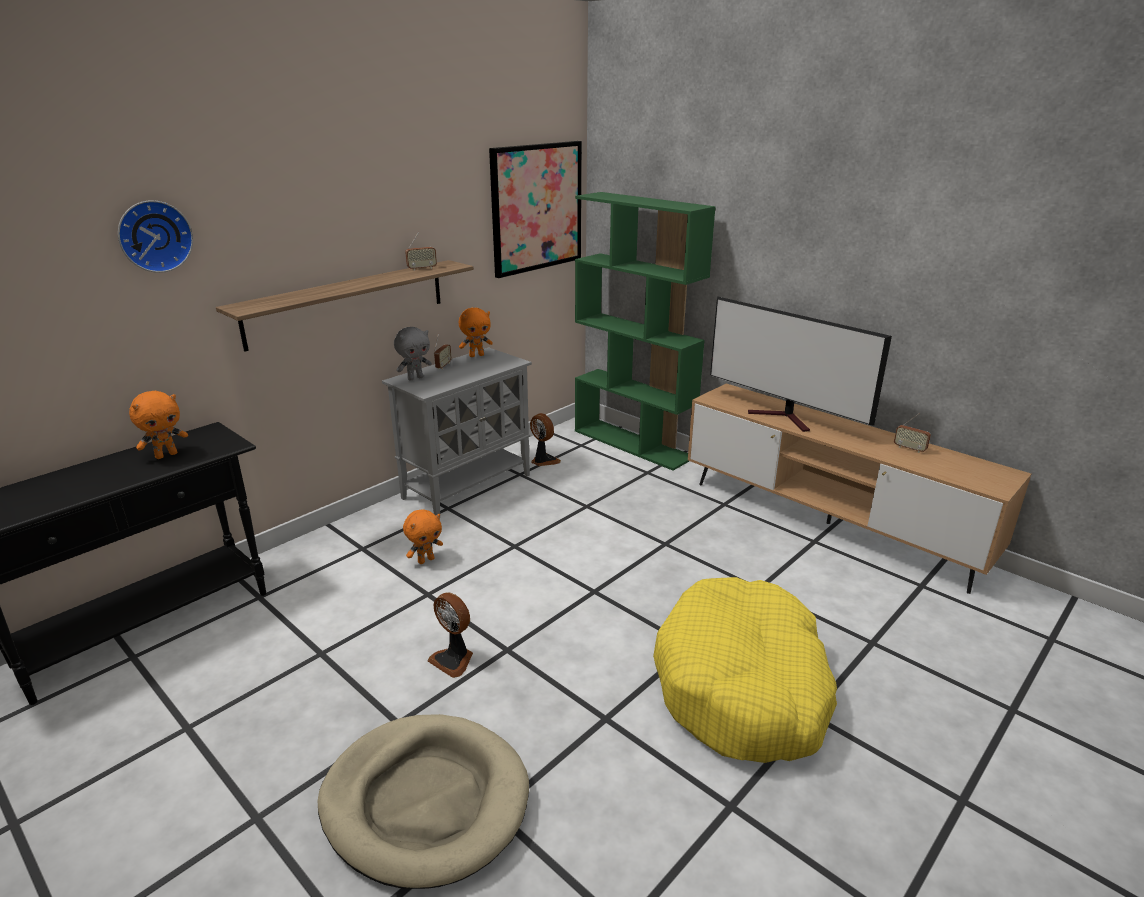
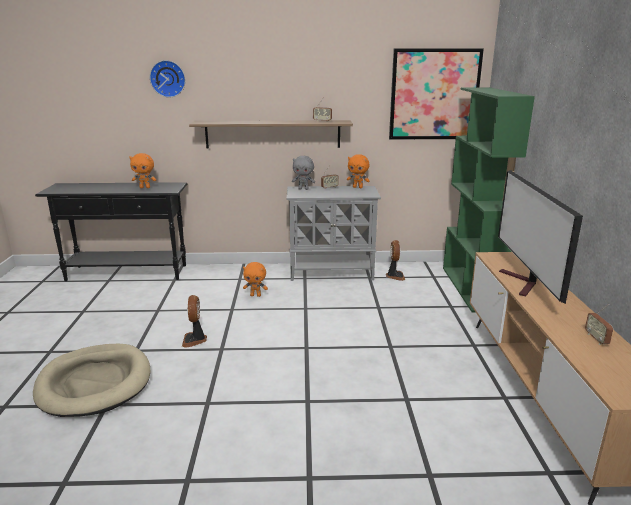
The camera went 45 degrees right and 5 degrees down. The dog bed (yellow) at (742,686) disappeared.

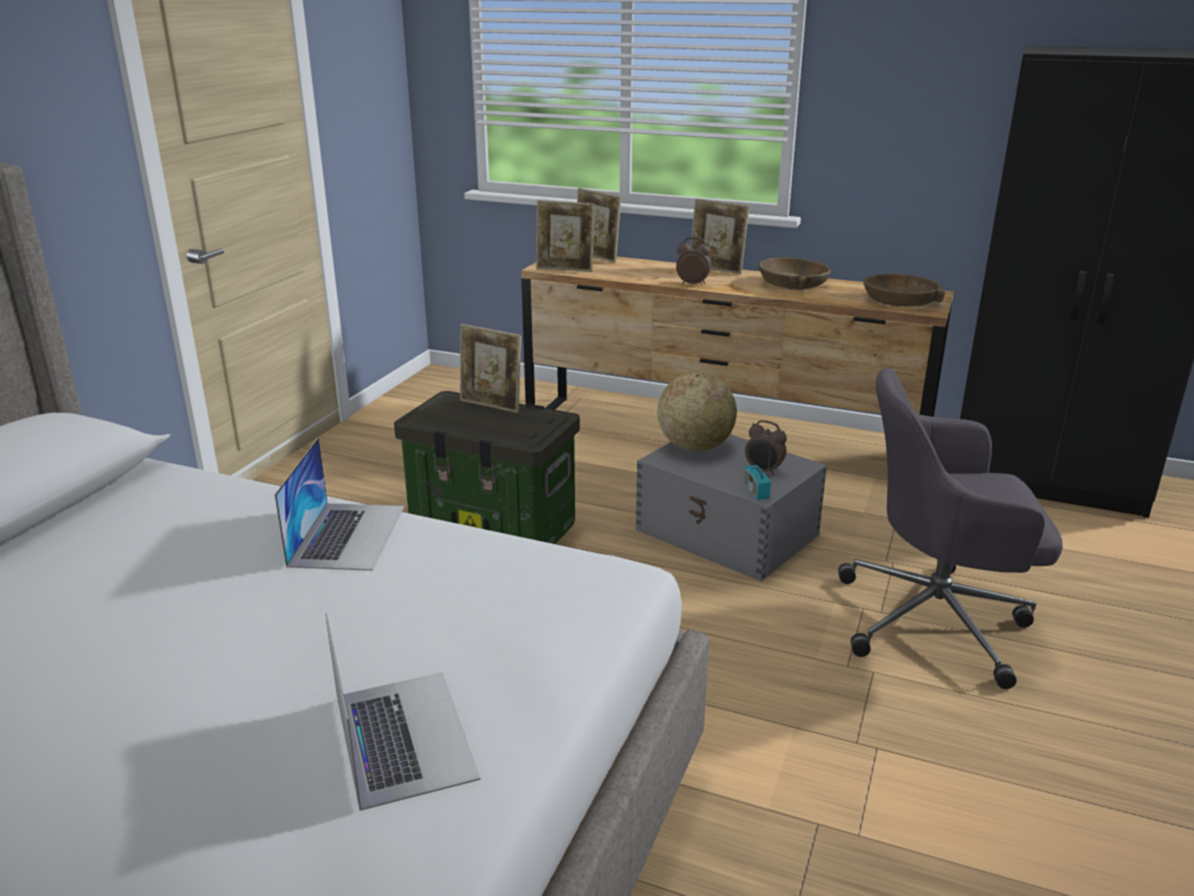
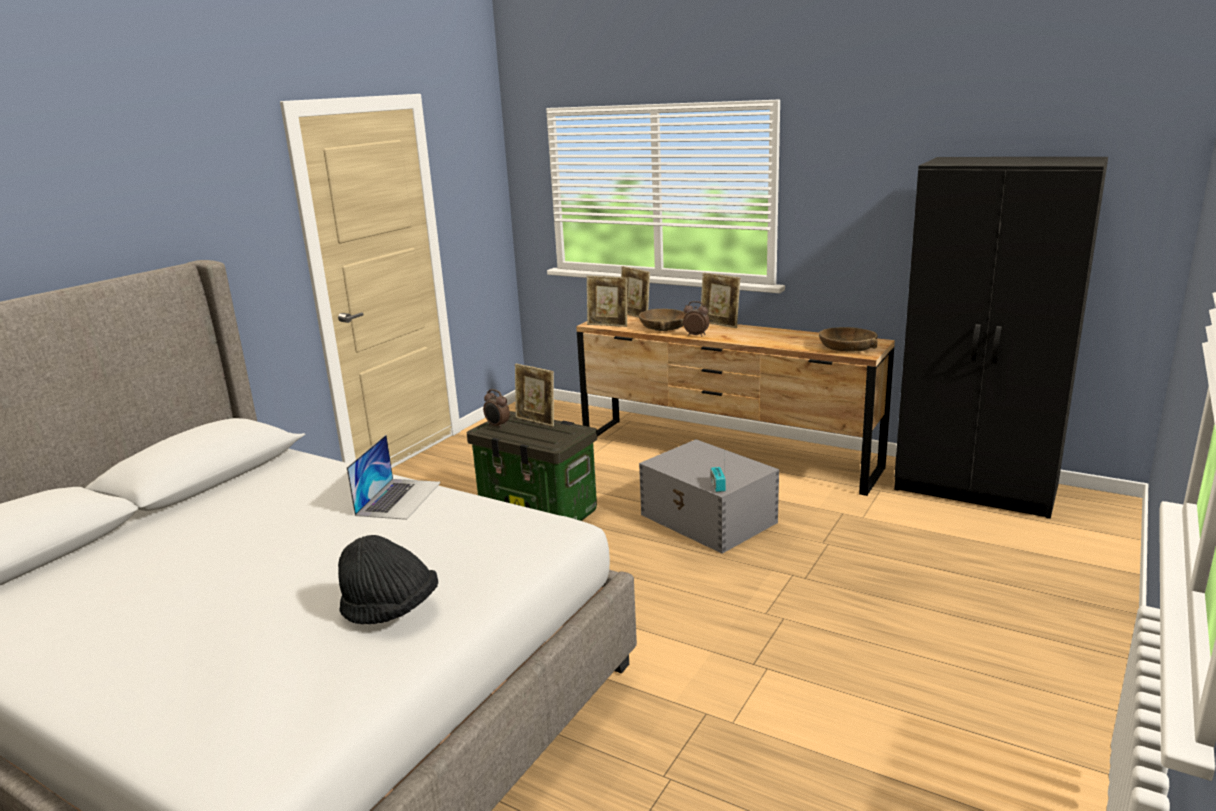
The camera went 10 degrees right and 5 degrees down. The laptop at (403,735) was replaced by the hat (black) at (391,611). The globe at (695,447) disappeared. The alarm clock moved from (763,471) to (497,426). The bowl (brown) moved from (793,284) to (664,327). The office chair (grey) at (937,621) disappeared.

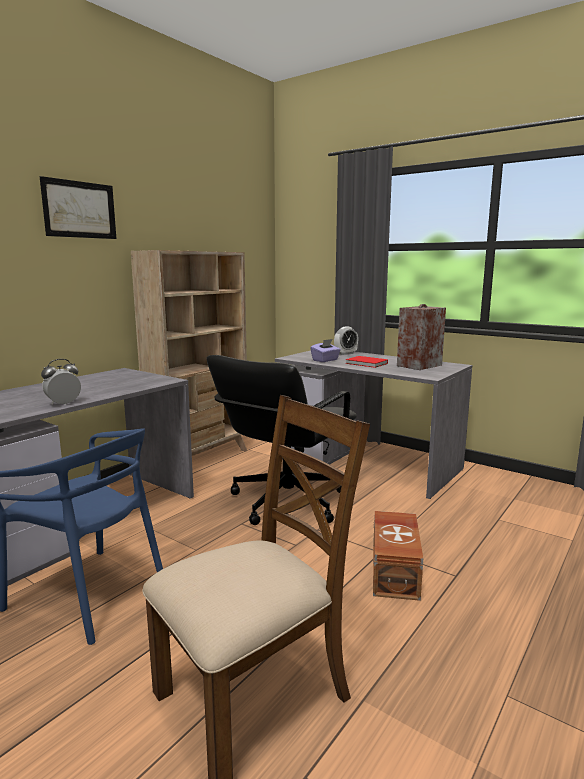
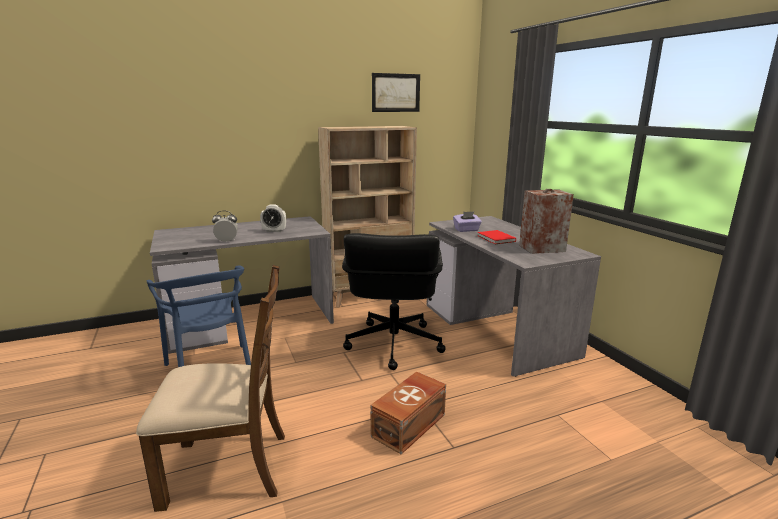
The camera went 30 degrees right and 5 degrees up. The picture moved from (80,209) to (396,93). The office chair (black) at (286,501) turned 60 degrees counterclockwise. The alarm clock moved from (345,353) to (274,231).

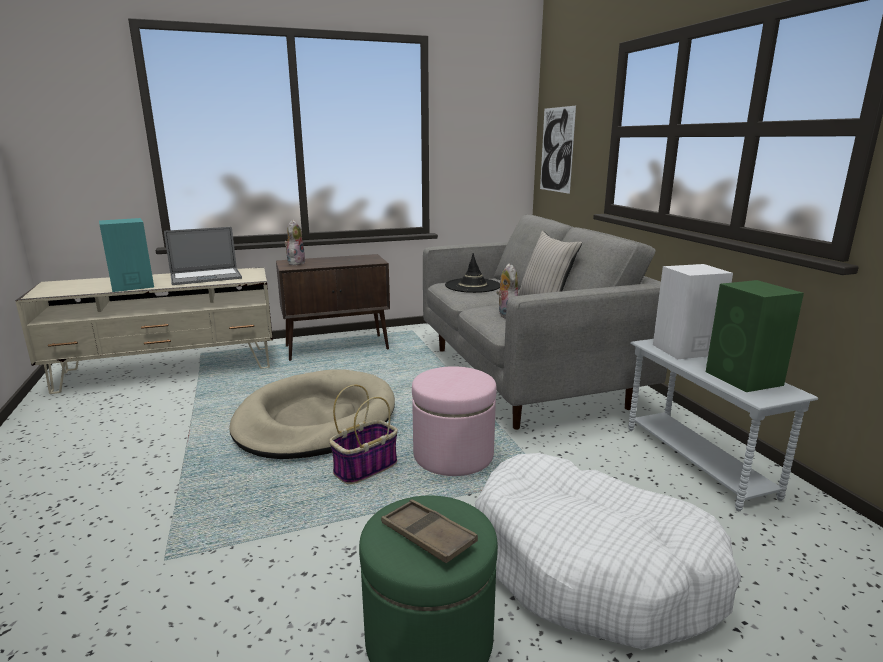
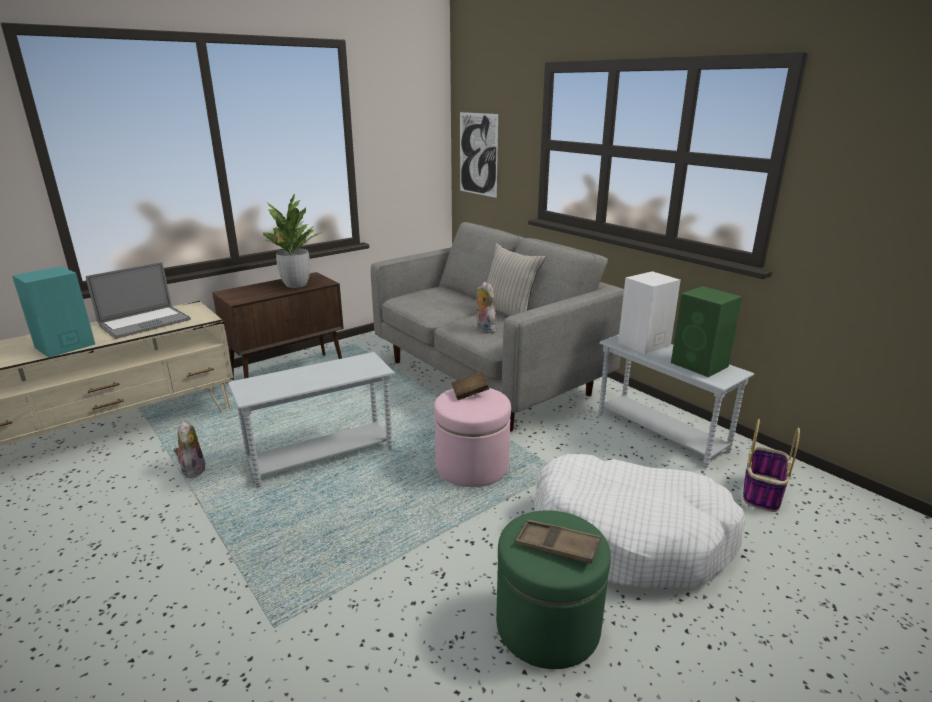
The camera went 20 degrees left and 5 degrees up. The dog bed (beige) at (316,420) was replaced by the side table (white) at (322,457). The plush toy moved from (295,263) to (192,470). The basket moved from (366,467) to (762,492). The hat (black) at (473,286) disappeared. The potted plant at (295,285) appeared. The book (brown) at (470,394) appeared.

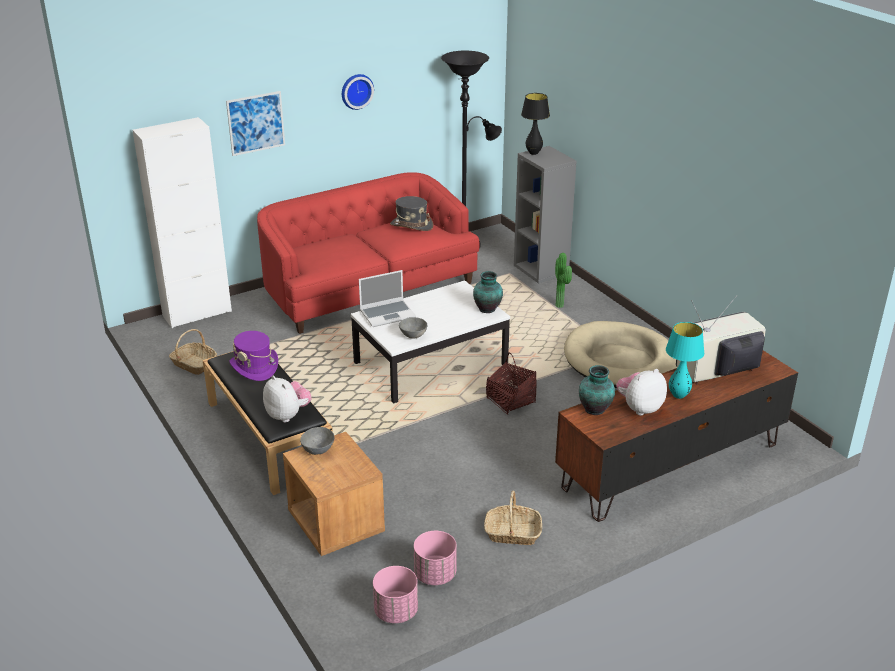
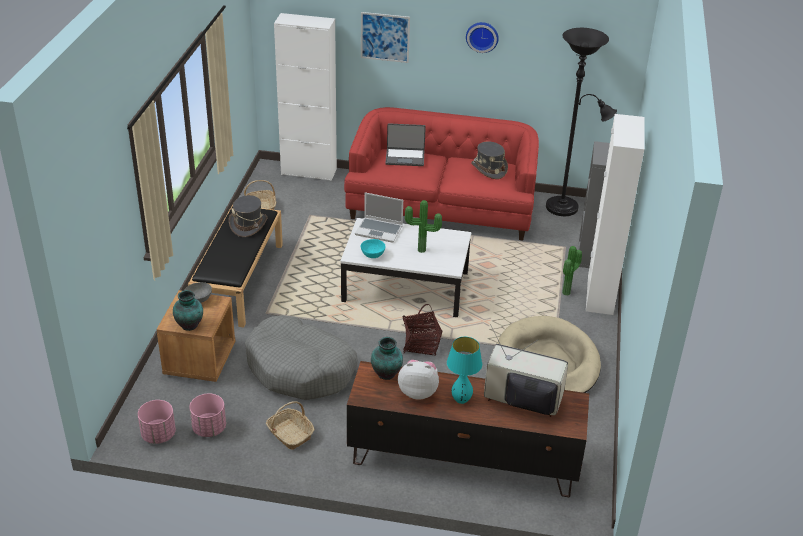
The camera went 40 degrees right and 5 degrees up. The hat (purple) at (254,367) became the hat (grey) at (248,225). The plush toy at (288,415) disappeared. The bowl (grey) at (413,336) became the bowl (turquoise) at (372,255). The vase moved from (488,309) to (190,326). The table lamp (black) at (533,153) disappeared. The dog bed (grey) at (300,369) appeared. The laptop at (405,157) appeared. The potted plant at (421,251) appeared. The cabinet (white) at (600,294) appeared.

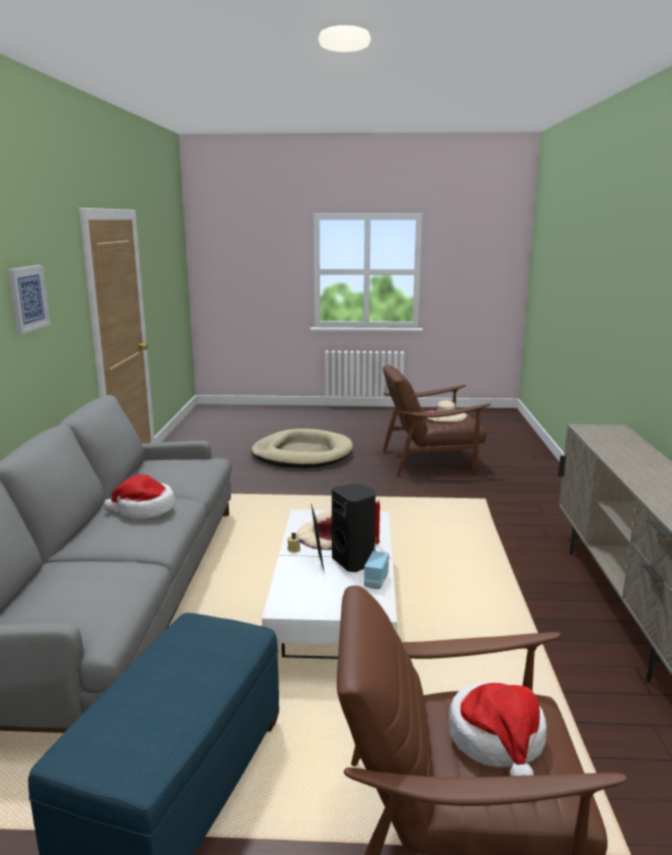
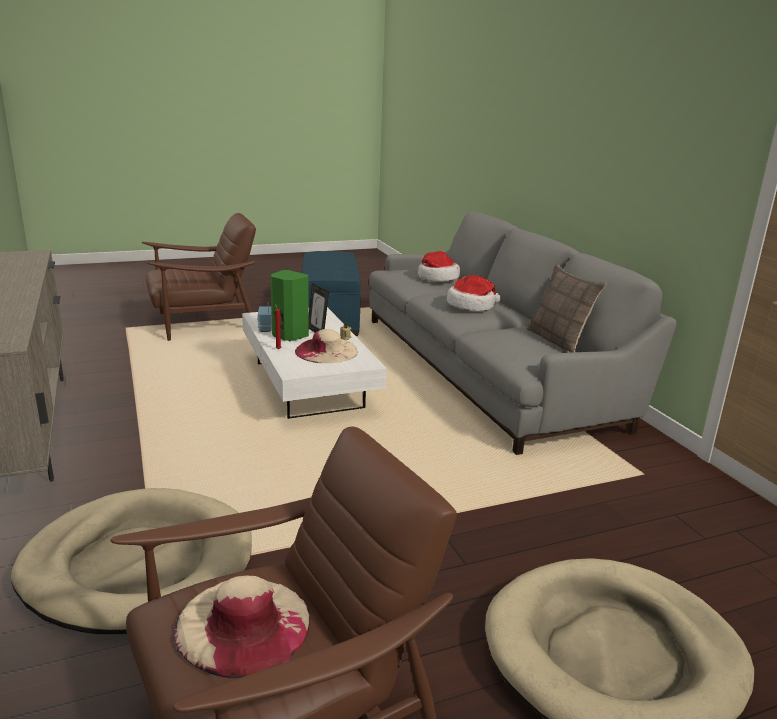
The camera went 155 degrees right and 5 degrees up. The picture at (28,298) disappeared. The speaker (black) at (354,562) became the speaker (green) at (289,336). The hat moved from (497,739) to (437,278). The dog bed (beige) at (138,565) appeared. The pillow at (559,340) appeared.

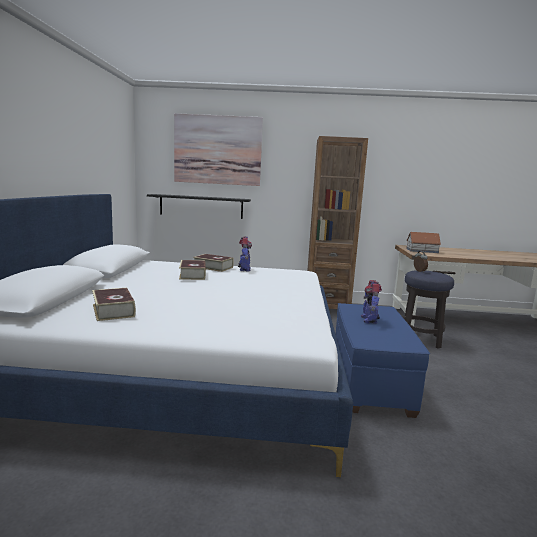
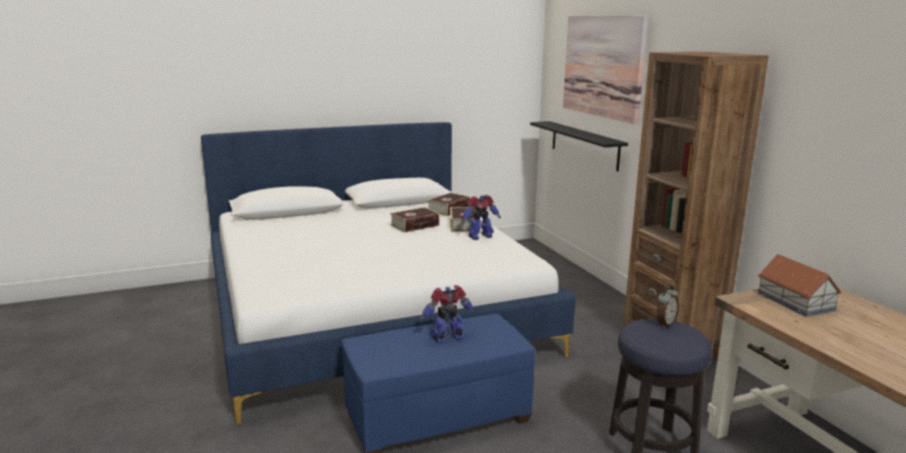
The camera went 65 degrees right and 5 degrees up. The book moved from (113,310) to (448,209).

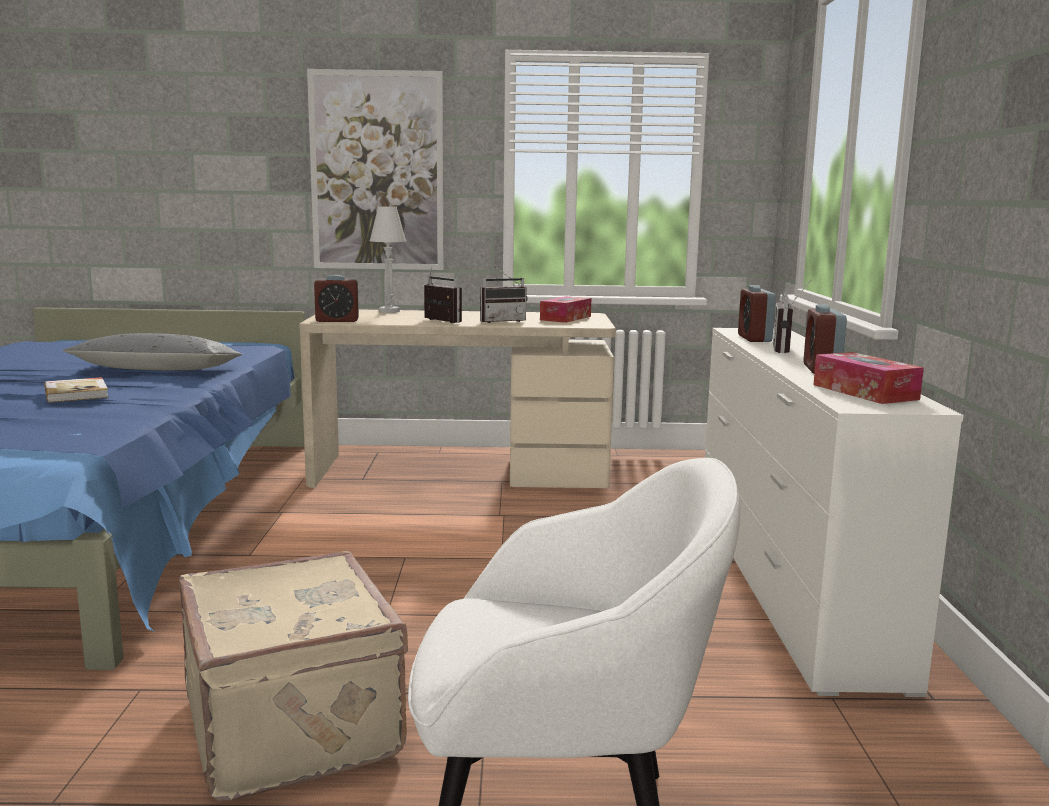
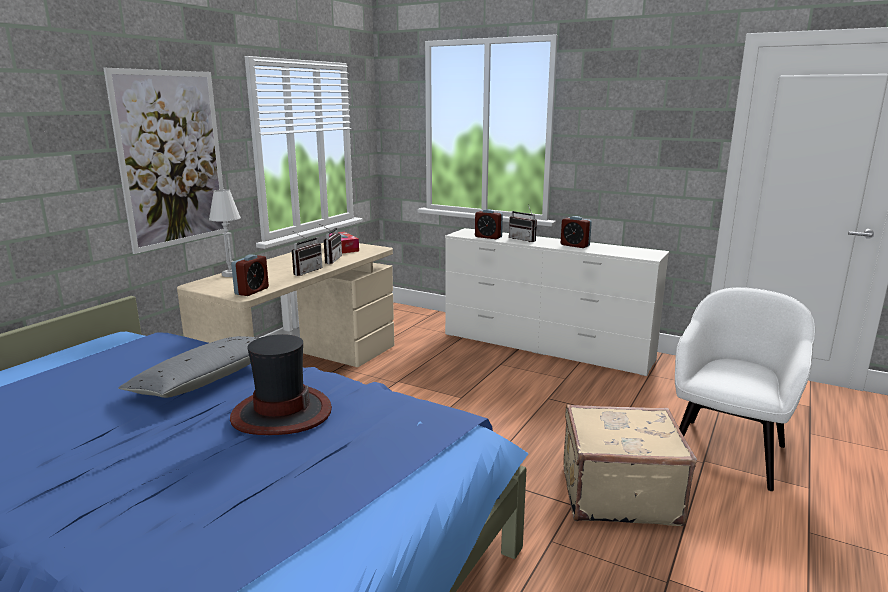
The camera went 60 degrees left and 5 degrees up. The book at (77,393) was replaced by the hat at (281,413). The radio at (437,321) turned 135 degrees clockwise. The tissue box at (864,392) disappeared.

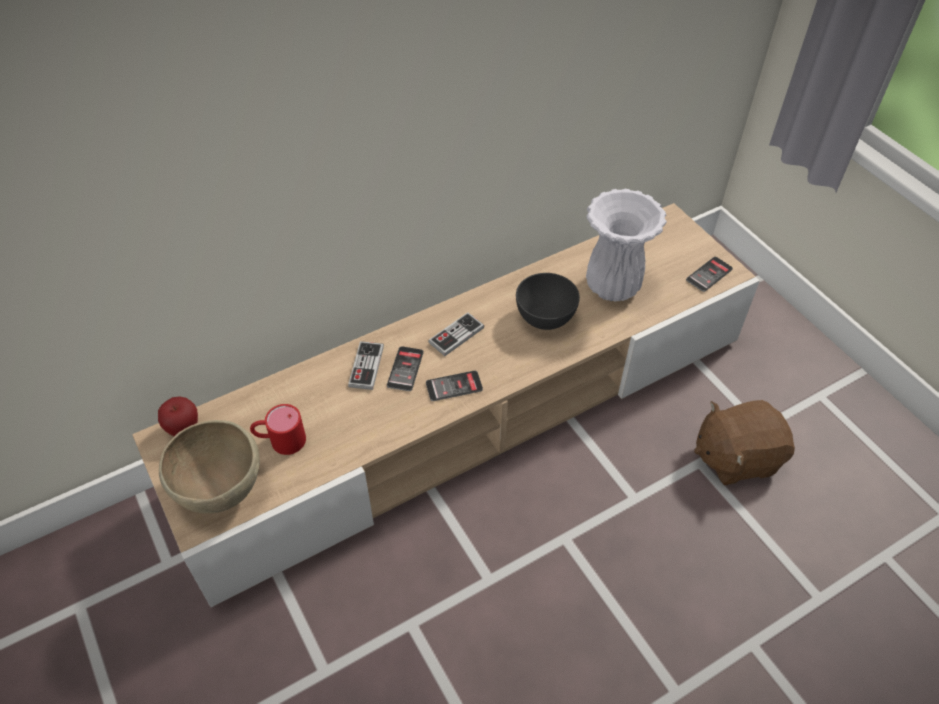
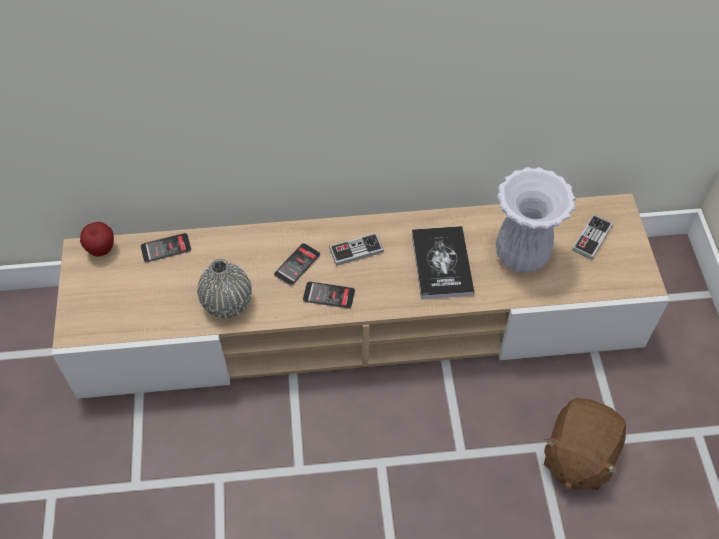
The camera went 25 degrees right and 5 degrees up. The bowl (brown) at (220,489) disappeared. The mug (red) at (280,440) disappeared. The game controller moved from (366,366) to (592,238). The bowl (grey) at (545,318) was replaced by the book at (442,263). The phone moved from (709,274) to (166,248). The plush toy (brown) at (736,457) turned 75 degrees counterclockwise. The vase (grey) at (227,303) appeared.

